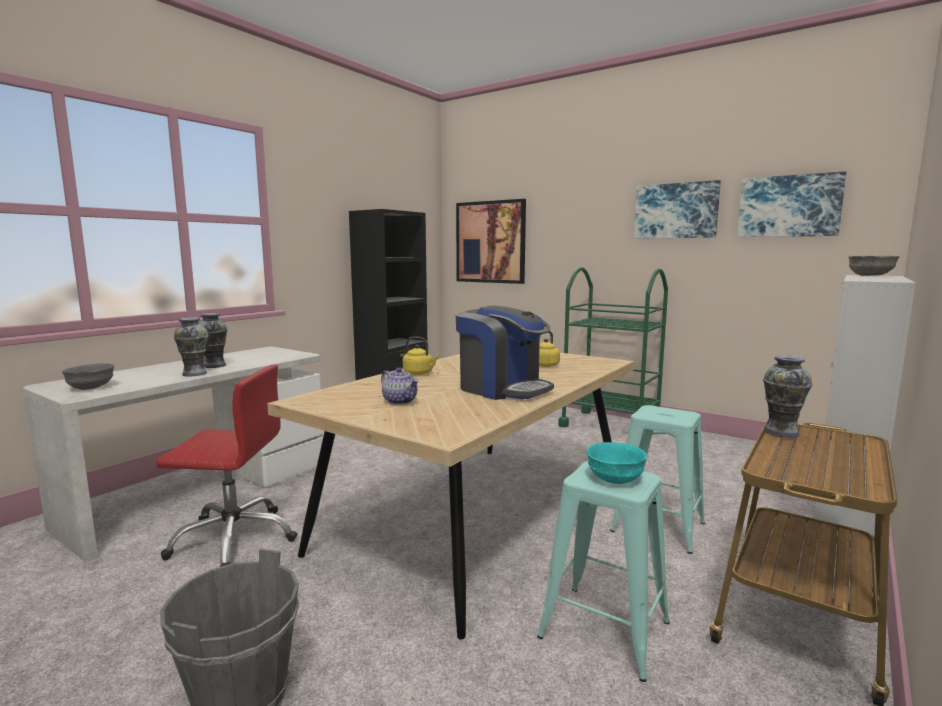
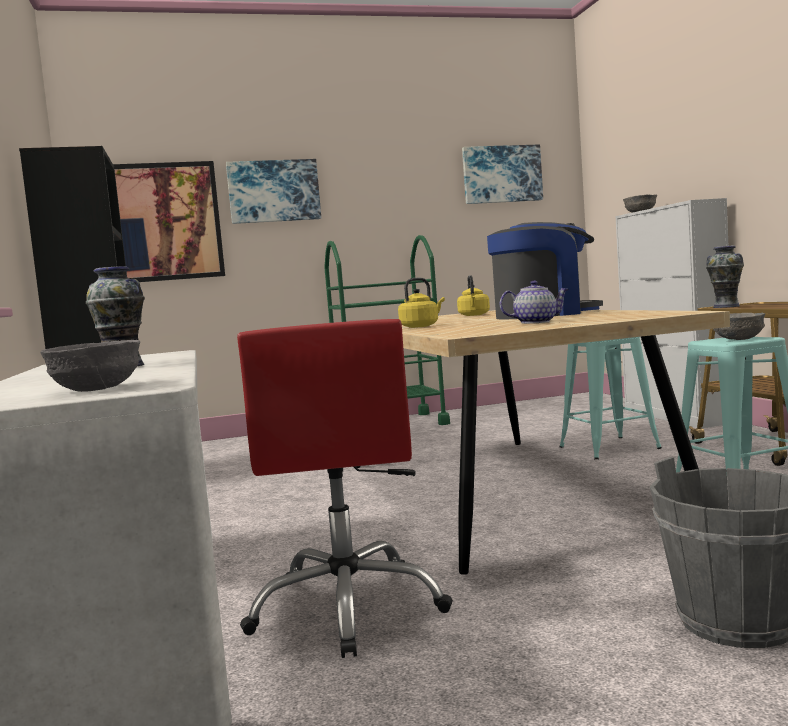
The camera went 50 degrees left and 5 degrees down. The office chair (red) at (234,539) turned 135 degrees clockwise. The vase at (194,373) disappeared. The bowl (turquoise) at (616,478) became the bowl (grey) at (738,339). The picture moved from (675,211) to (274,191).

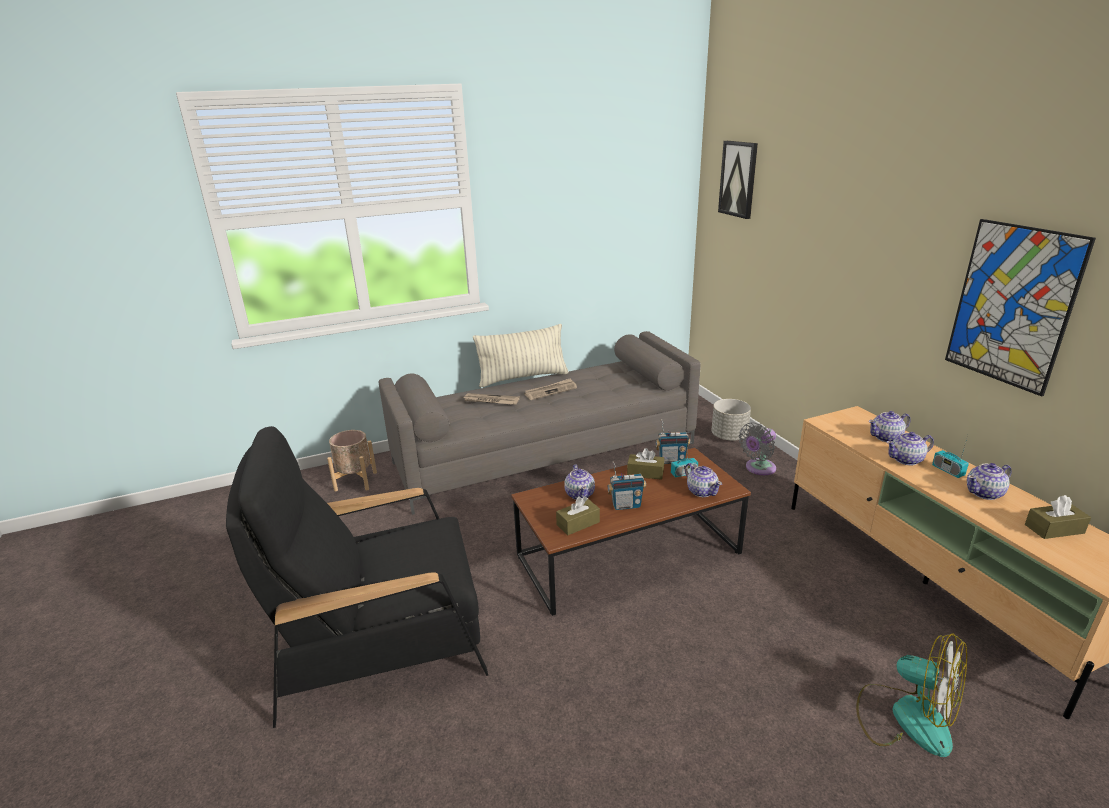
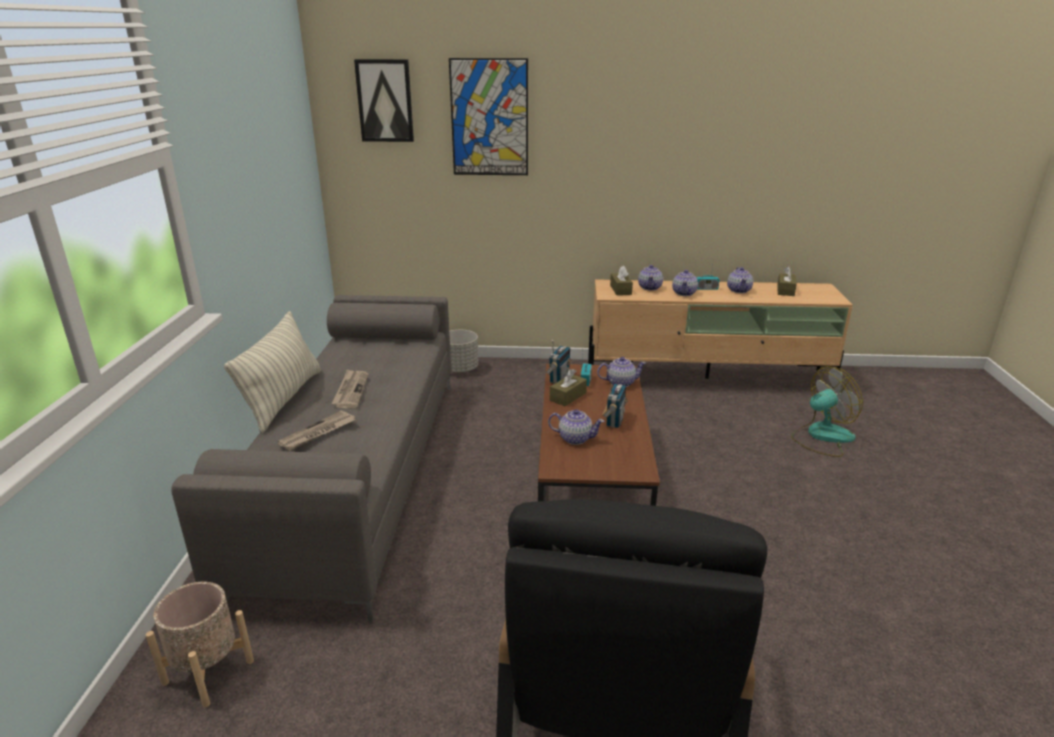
The camera went 65 degrees left and 0 degrees up. The tissue box (brown) moved from (578,523) to (620,290). The fan (grey) at (758,468) disappeared. The picture moved from (1012,305) to (489,118).

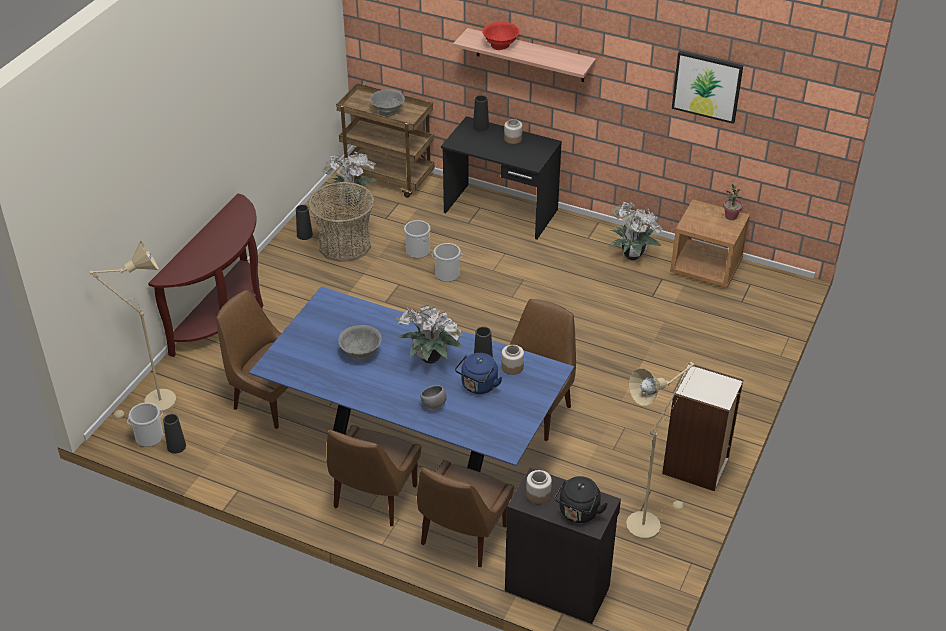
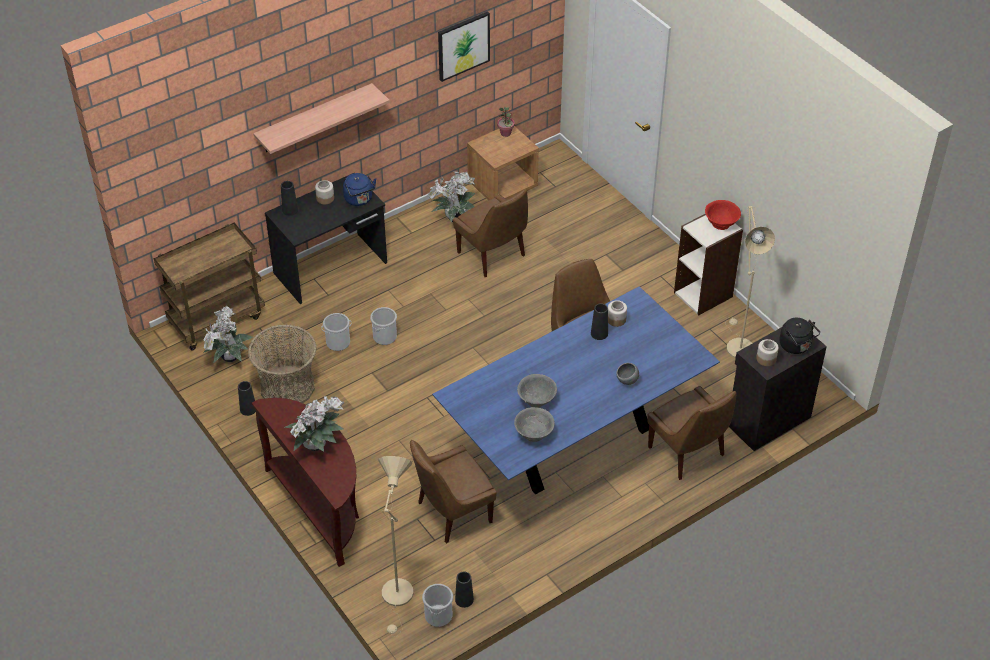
The camera went 60 degrees left and 5 degrees up. The chair (brown) moved from (373,499) to (492,255). The bowl (grey) moved from (387,111) to (534,434). The potted plant moved from (432,359) to (317,445). The kettle (blue) moved from (478,386) to (359,200). The bowl (red) moved from (500,45) to (721,223).

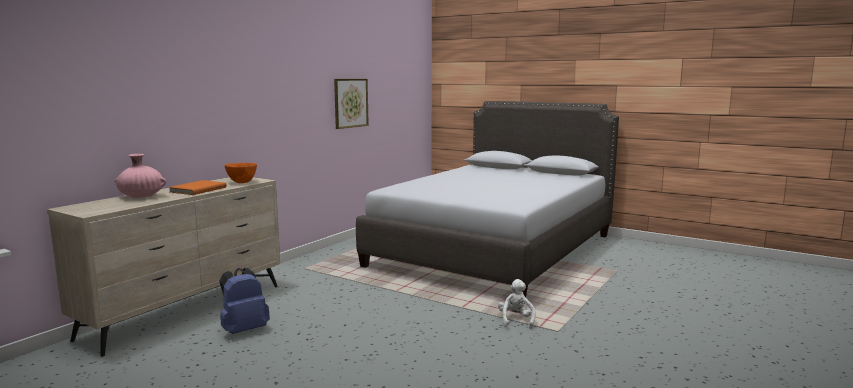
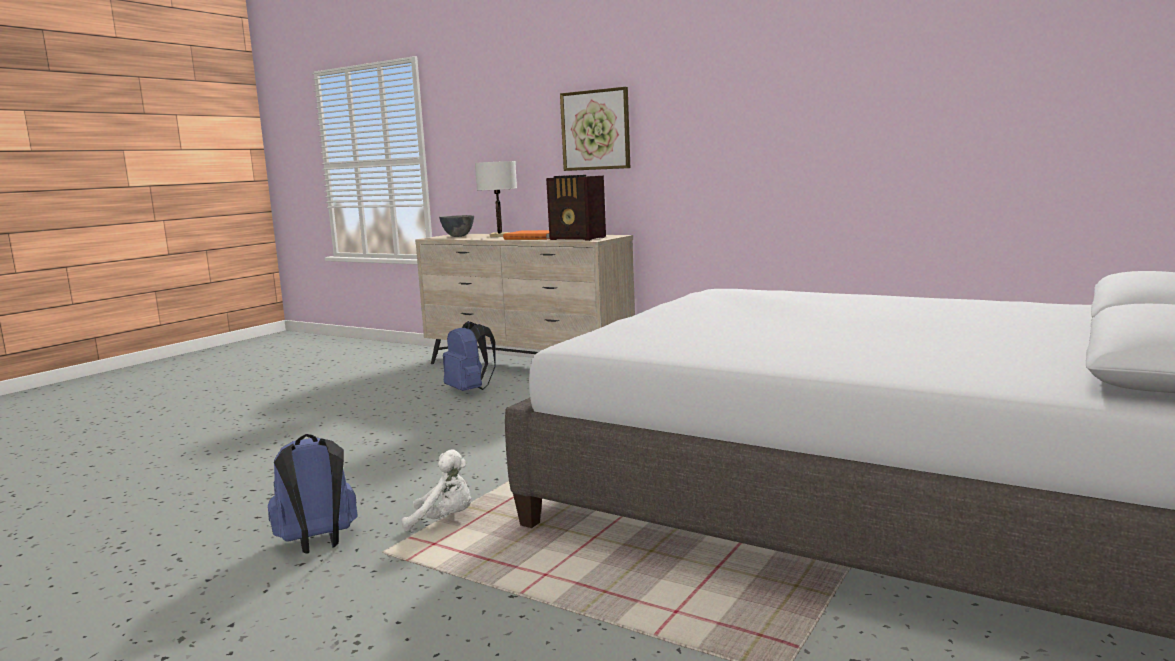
The camera went 90 degrees right and 0 degrees up. The vase (pink) at (141,196) was replaced by the table lamp (white) at (500,235). The bowl (orange) at (242,182) was replaced by the radio at (578,239). The picture moved from (350,103) to (595,130). The backpack (blue) at (318,543) appeared. The bowl (grey) at (458,236) appeared.

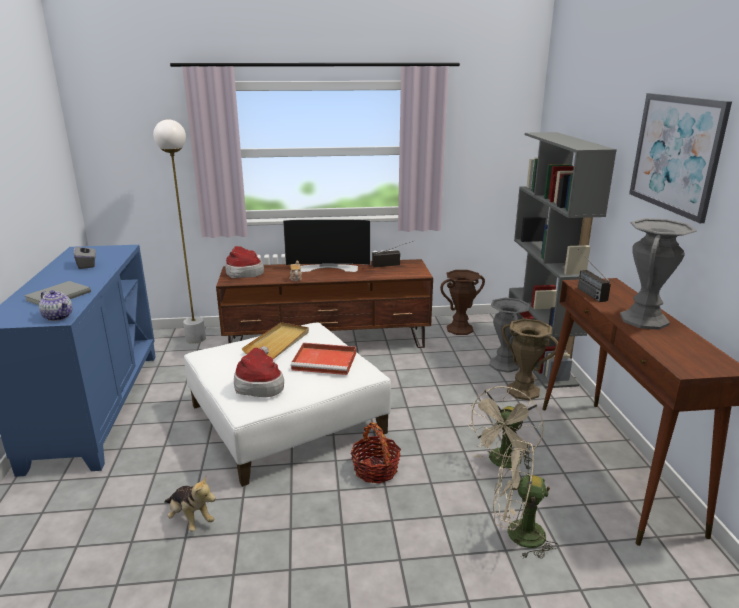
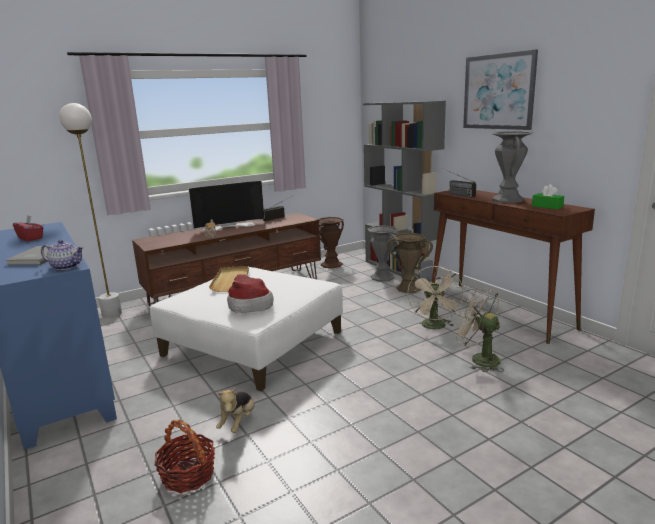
The camera went 25 degrees left and 5 degrees down. The tissue box (grey) at (87,265) became the tissue box (red) at (31,238). The plush toy at (190,519) turned 90 degrees clockwise. The hat at (243,272) disappeared. The tray (red) at (326,361) disappeared. The basket moved from (375,470) to (188,475). The fan (beige) at (516,534) turned 60 degrees clockwise. The tissue box (green) at (547,206) appeared.

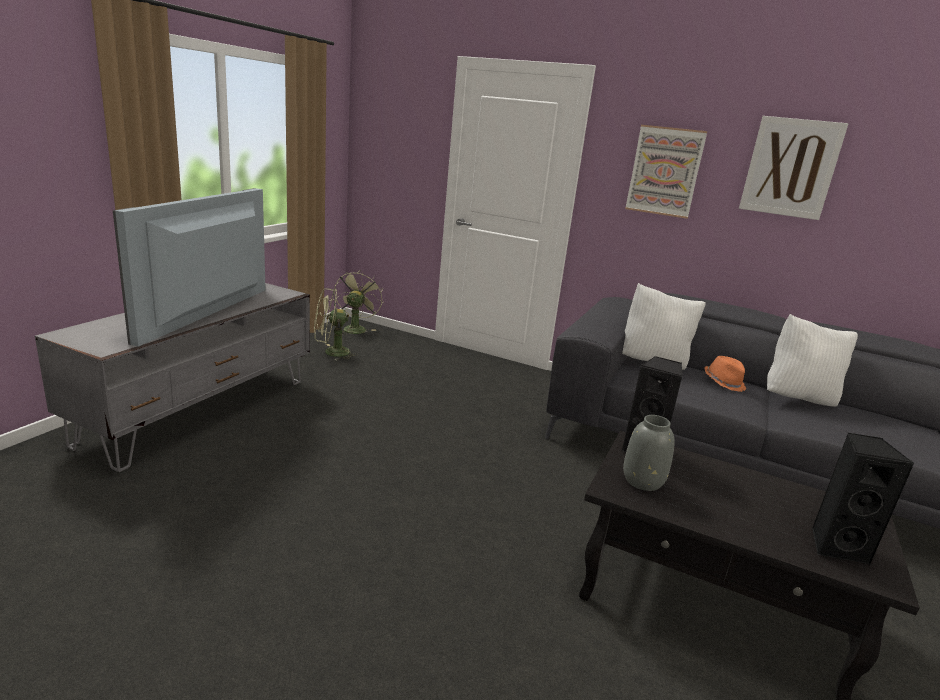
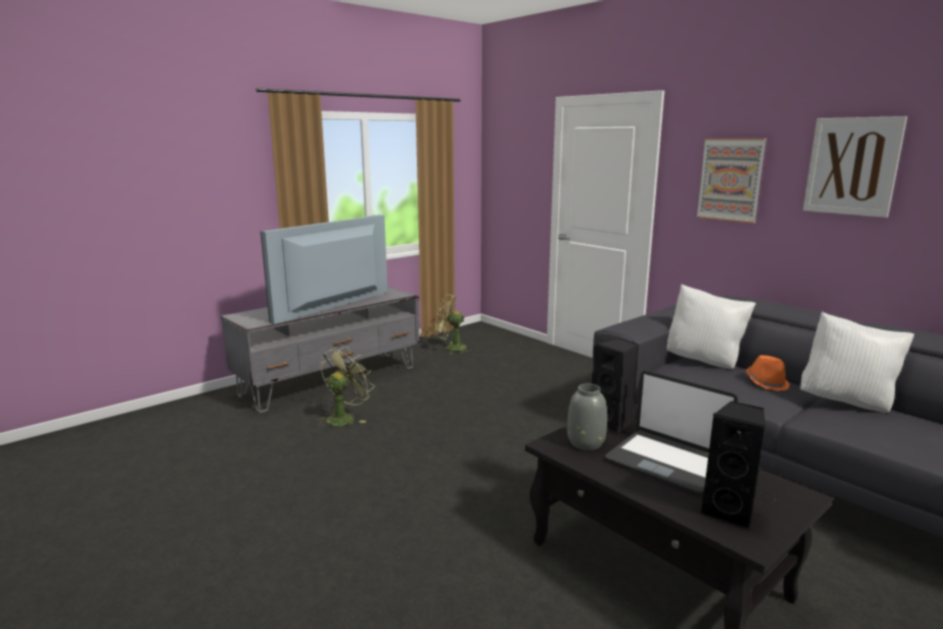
The camera went 25 degrees right and 5 degrees down. The fan (green) moved from (355,328) to (344,417). The laptop at (666,462) appeared.

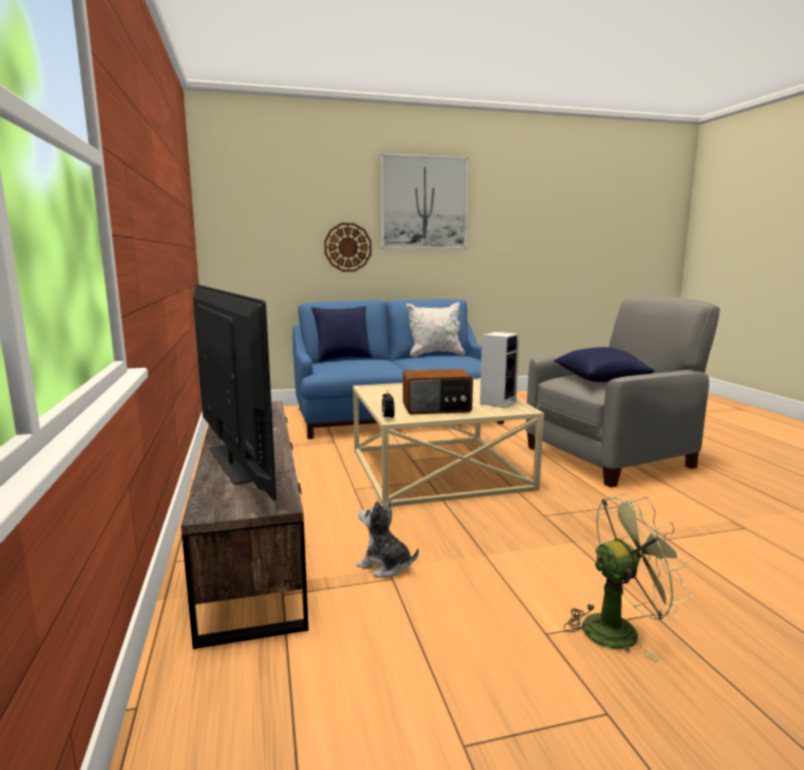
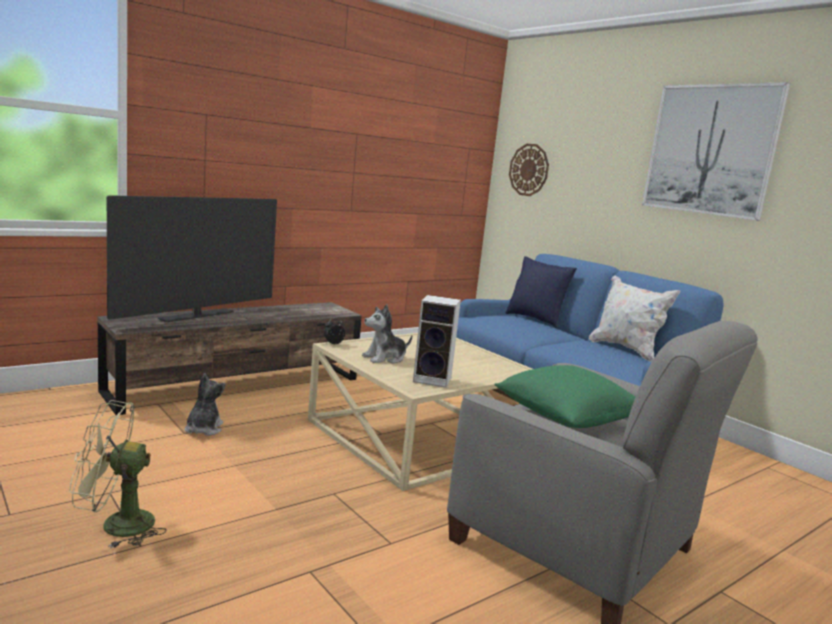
The camera went 65 degrees right and 0 degrees up. The wall clock moved from (348,247) to (529,170). The radio at (437,408) was replaced by the plush toy at (385,358). The pillow (blue) at (600,380) became the pillow (green) at (566,417). The fan (green) at (619,628) turned 120 degrees clockwise.

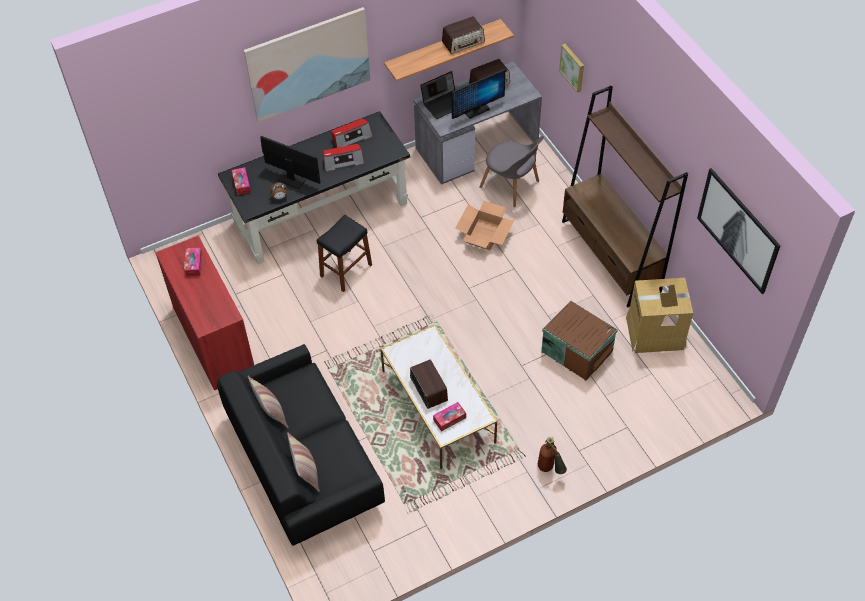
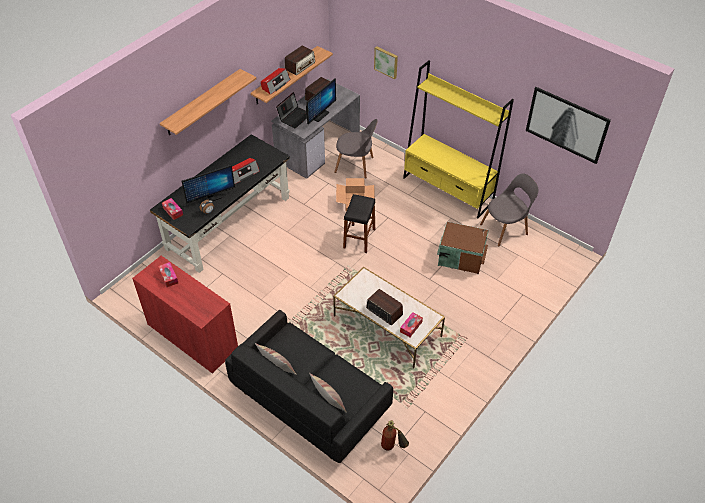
The camera went 25 degrees left and 5 degrees down. The picture at (308,64) was replaced by the shelf at (202,102). The monitor at (291,180) turned 150 degrees clockwise. The stool (black) moved from (346,270) to (359,238). The radio moved from (351,138) to (275,84). The fire extinguisher moved from (550,470) to (392,447). The bookcase (brown) at (610,256) became the bookcase (yellow) at (448,190). The cardboard box at (655,333) was replaced by the chair (grey) at (505,228).

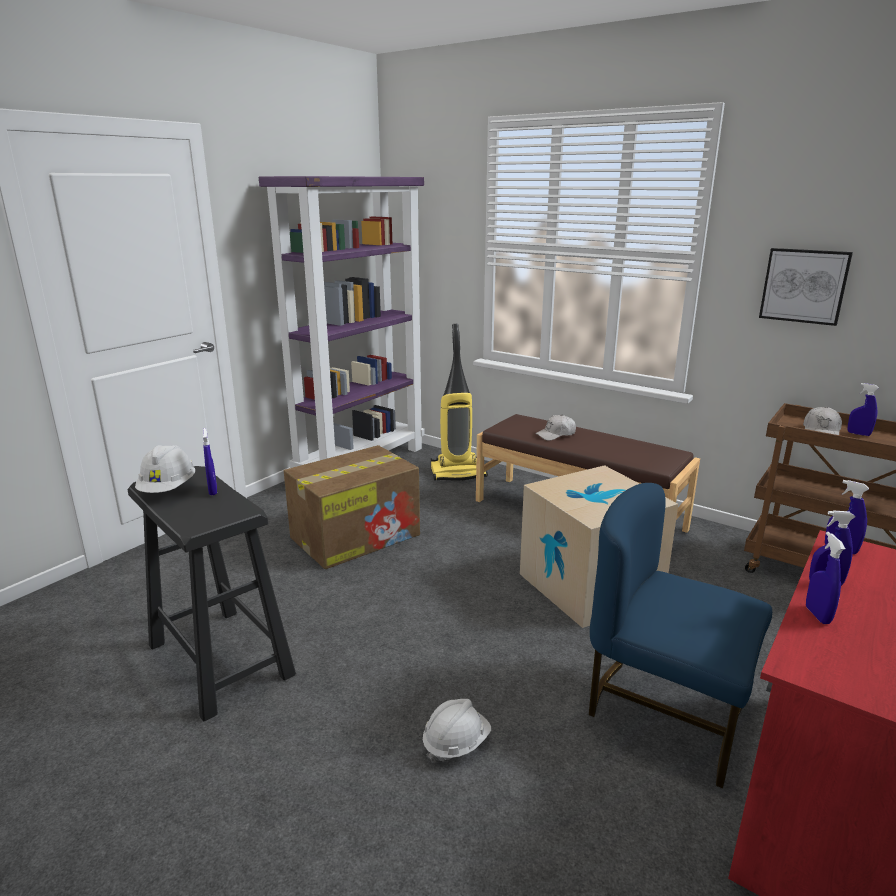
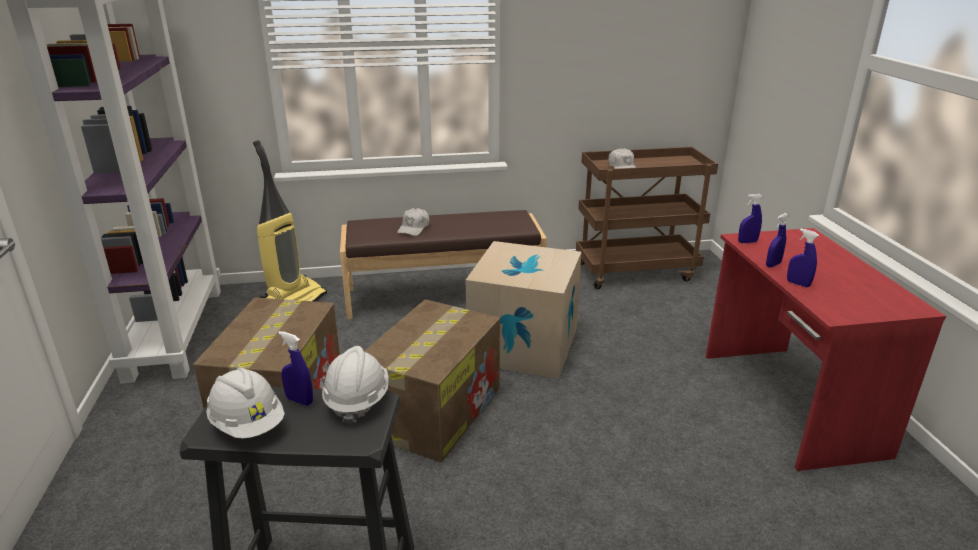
The camera went 45 degrees left and 5 degrees up. The hard hat (white) moved from (456,743) to (357,400). The chair (blue) at (666,711) disappeared. The picture at (804,286) disappeared. The spray bottle (blue) at (858,434) disappeared. The cardboard box at (435,409) appeared.

